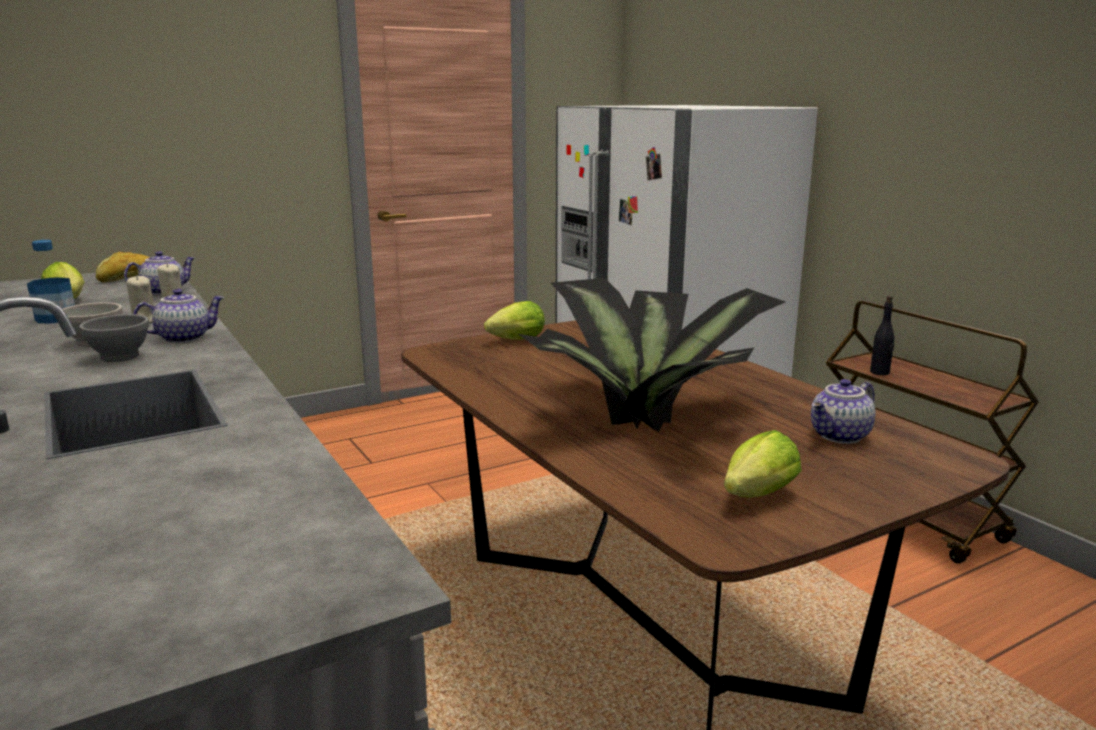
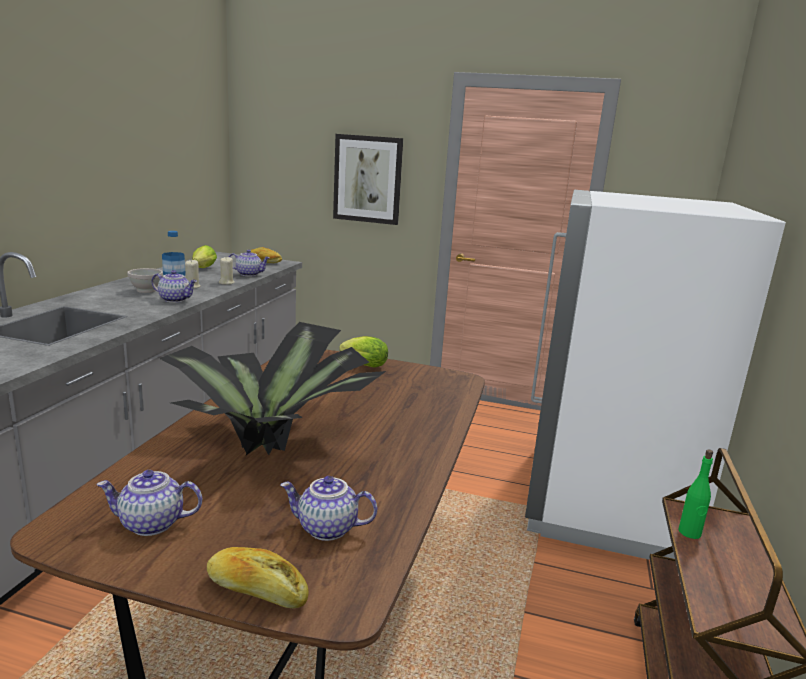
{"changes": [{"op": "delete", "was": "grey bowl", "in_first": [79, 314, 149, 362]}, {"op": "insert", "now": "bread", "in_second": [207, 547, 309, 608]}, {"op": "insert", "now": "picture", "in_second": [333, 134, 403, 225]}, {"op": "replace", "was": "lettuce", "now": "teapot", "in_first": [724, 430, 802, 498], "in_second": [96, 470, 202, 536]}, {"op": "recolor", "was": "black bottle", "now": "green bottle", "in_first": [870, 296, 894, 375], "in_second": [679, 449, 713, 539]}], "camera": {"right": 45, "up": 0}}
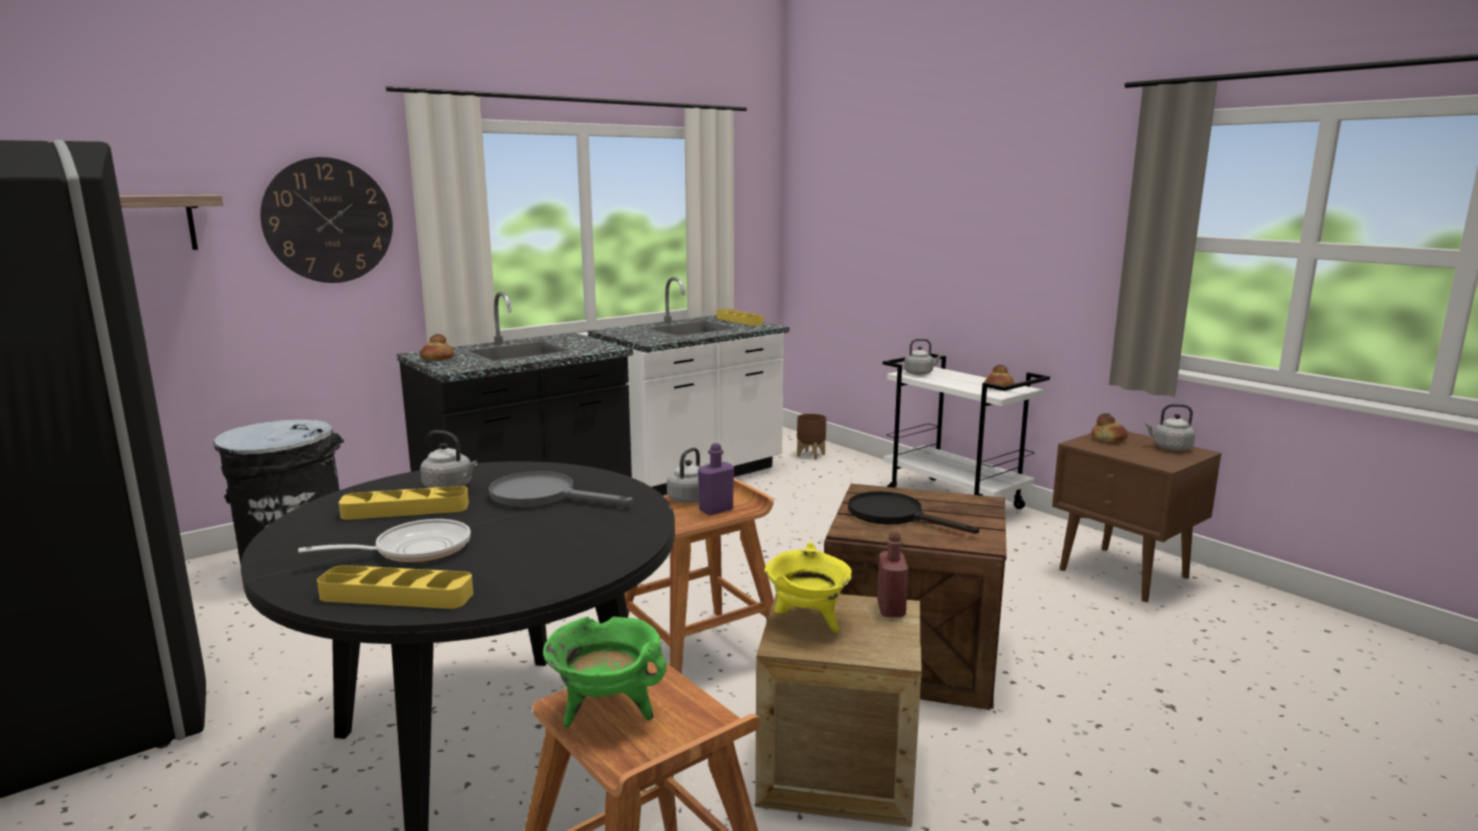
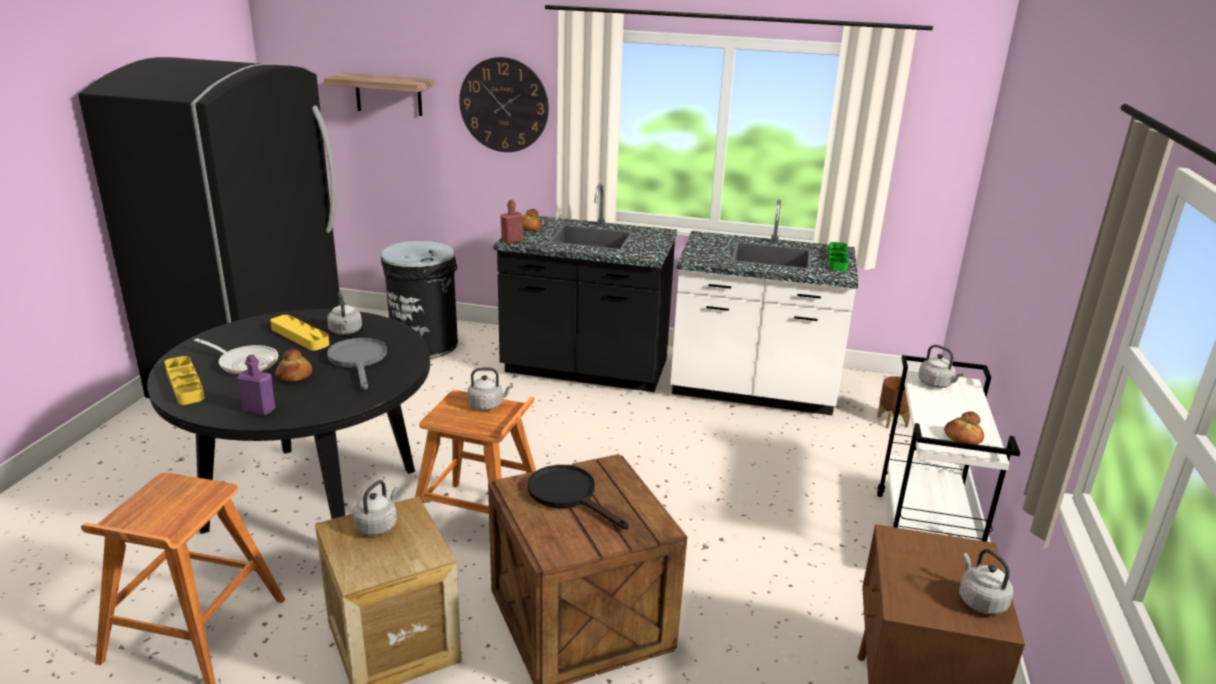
{"changes": [{"op": "delete", "was": "green cooking pot", "in_first": [543, 616, 666, 728]}, {"op": "move", "was": "purple bottle", "in_first": [698, 443, 734, 515], "in_second": [237, 355, 275, 416]}, {"op": "move", "was": "red bottle", "in_first": [877, 532, 908, 617], "in_second": [500, 200, 523, 244]}, {"op": "move", "was": "bread", "in_first": [1091, 413, 1128, 442], "in_second": [275, 349, 312, 381]}, {"op": "replace", "was": "yellow cooking pot", "now": "grey kettle", "in_first": [764, 542, 852, 632], "in_second": [353, 480, 398, 536]}, {"op": "recolor", "was": "yellow tray", "now": "green tray", "in_first": [716, 309, 763, 326], "in_second": [828, 242, 849, 272]}, {"op": "rotate", "was": "black frying pan", "in_first": [848, 491, 979, 534], "in_second": [528, 465, 629, 529], "clockwise": -45}], "camera": {"right": 50, "up": 10}}
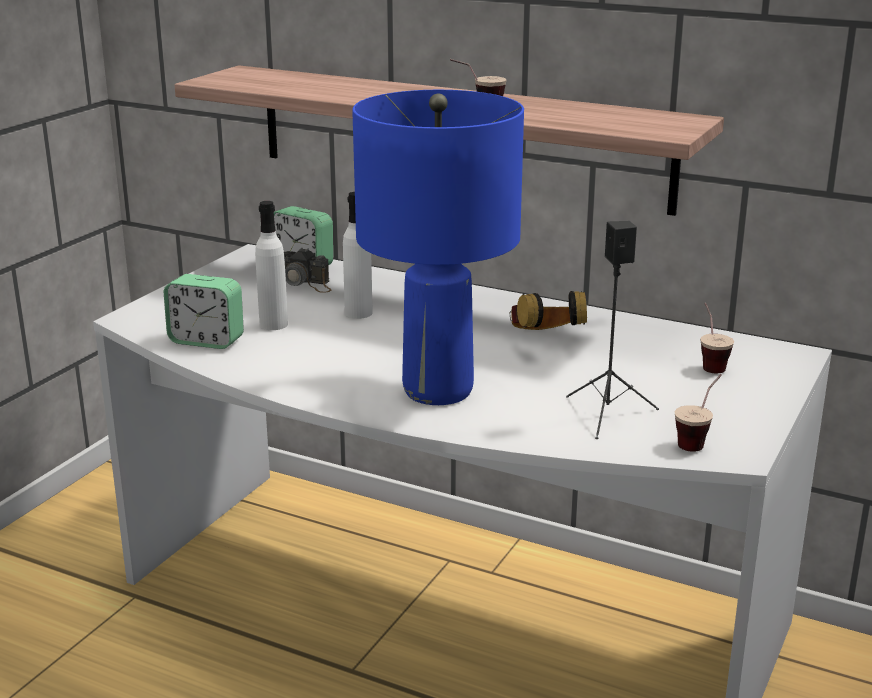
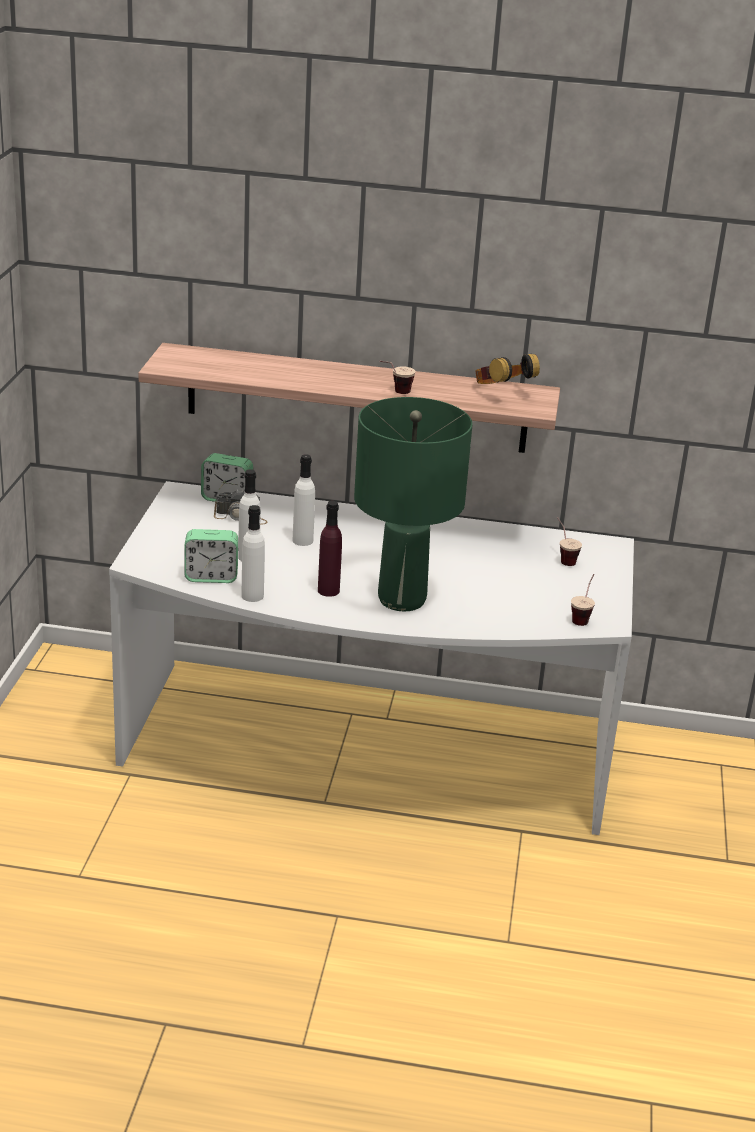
{"changes": [{"op": "delete", "was": "black speaker", "in_first": [566, 221, 659, 439]}, {"op": "insert", "now": "white bottle", "in_second": [241, 505, 265, 602]}, {"op": "insert", "now": "purple bottle", "in_second": [318, 501, 342, 597]}, {"op": "move", "was": "headphones", "in_first": [510, 291, 587, 330], "in_second": [475, 353, 540, 384]}, {"op": "recolor", "was": "blue table lamp", "now": "green table lamp", "in_first": [352, 90, 524, 405], "in_second": [354, 397, 472, 611]}], "camera": {"right": -20, "up": 5}}
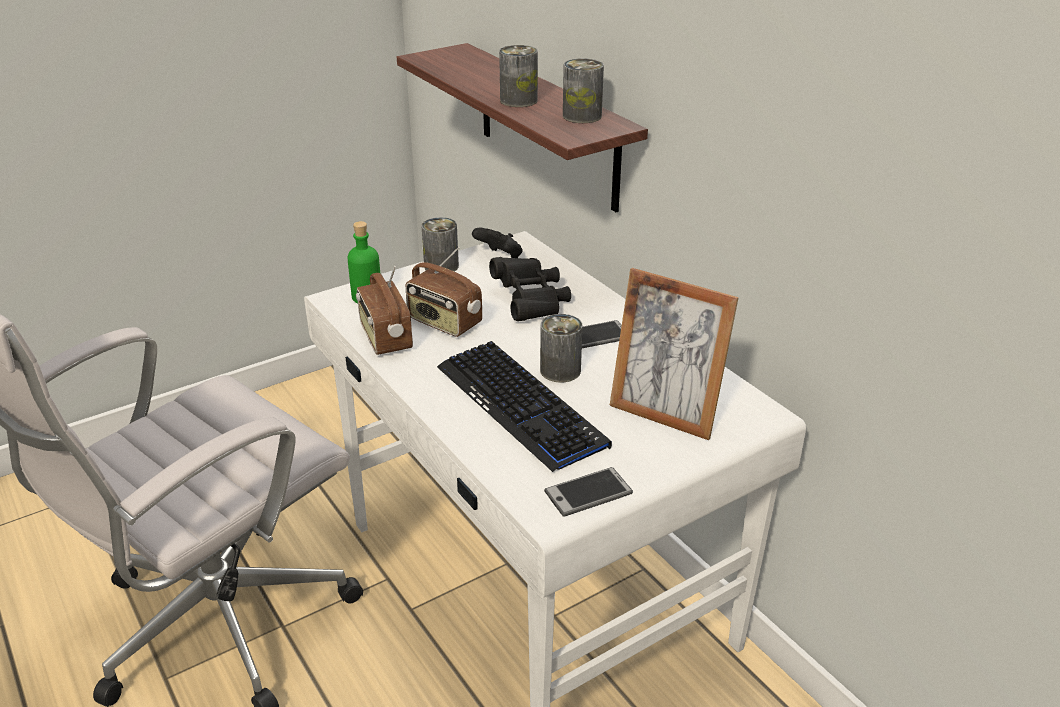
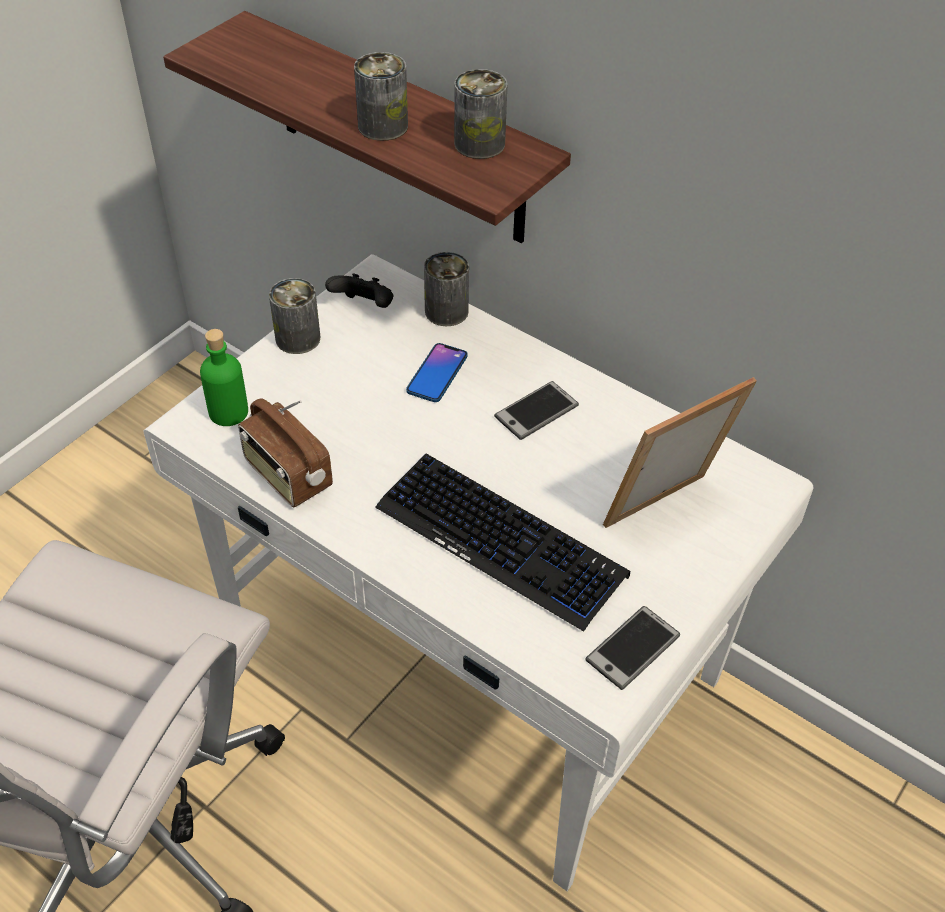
{"changes": [{"op": "delete", "was": "radio", "in_first": [406, 246, 482, 337]}, {"op": "move", "was": "can", "in_first": [540, 314, 582, 382], "in_second": [424, 252, 469, 326]}, {"op": "replace", "was": "black binoculars", "now": "phone", "in_first": [489, 257, 571, 321], "in_second": [406, 343, 468, 402]}, {"op": "rotate", "was": "picture frame", "in_first": [609, 268, 739, 440], "in_second": [603, 377, 757, 528], "clockwise": 135}], "camera": {"right": -20, "up": 15}}
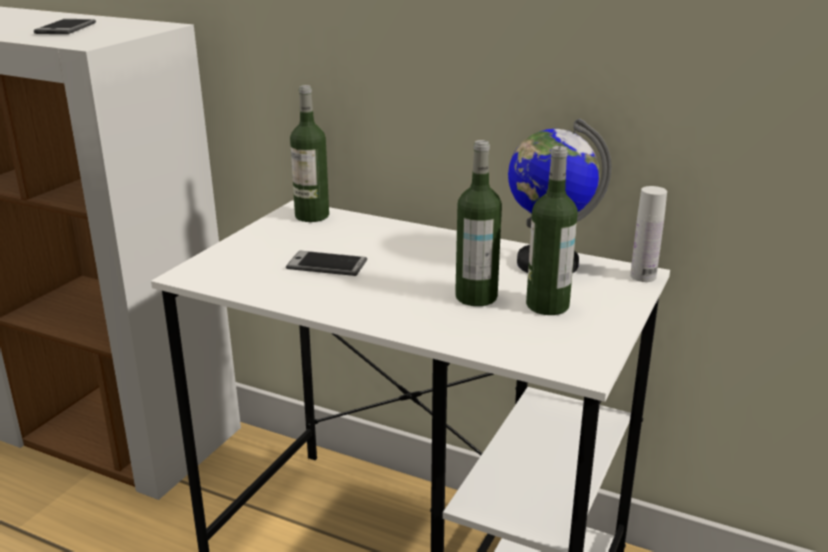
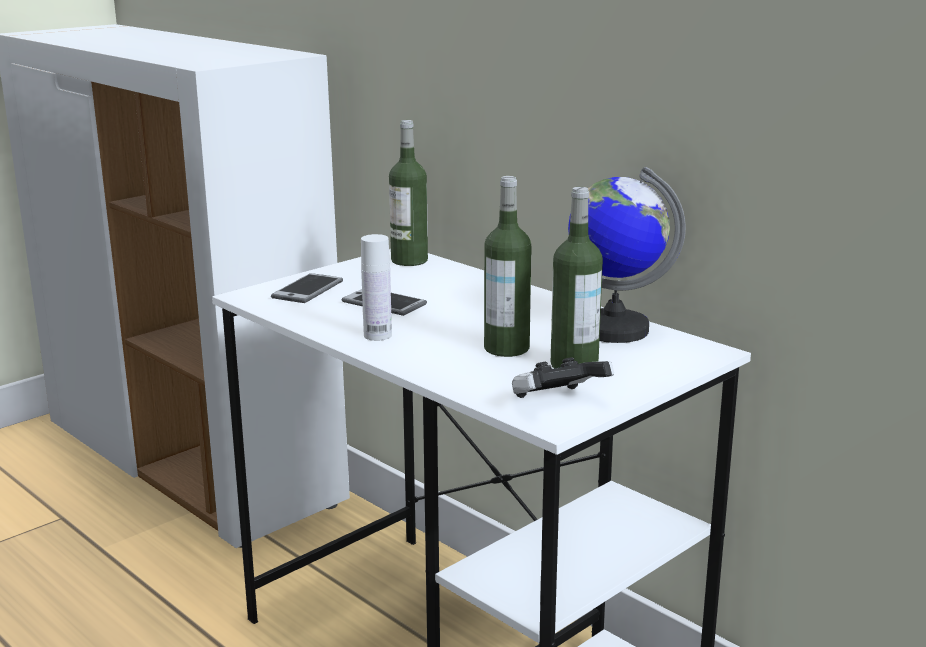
{"changes": [{"op": "insert", "now": "game controller", "in_second": [512, 357, 614, 398]}, {"op": "move", "was": "phone", "in_first": [34, 19, 96, 34], "in_second": [271, 273, 343, 303]}, {"op": "move", "was": "white bottle", "in_first": [630, 186, 667, 282], "in_second": [361, 234, 392, 341]}], "camera": {"right": 20, "up": -5}}
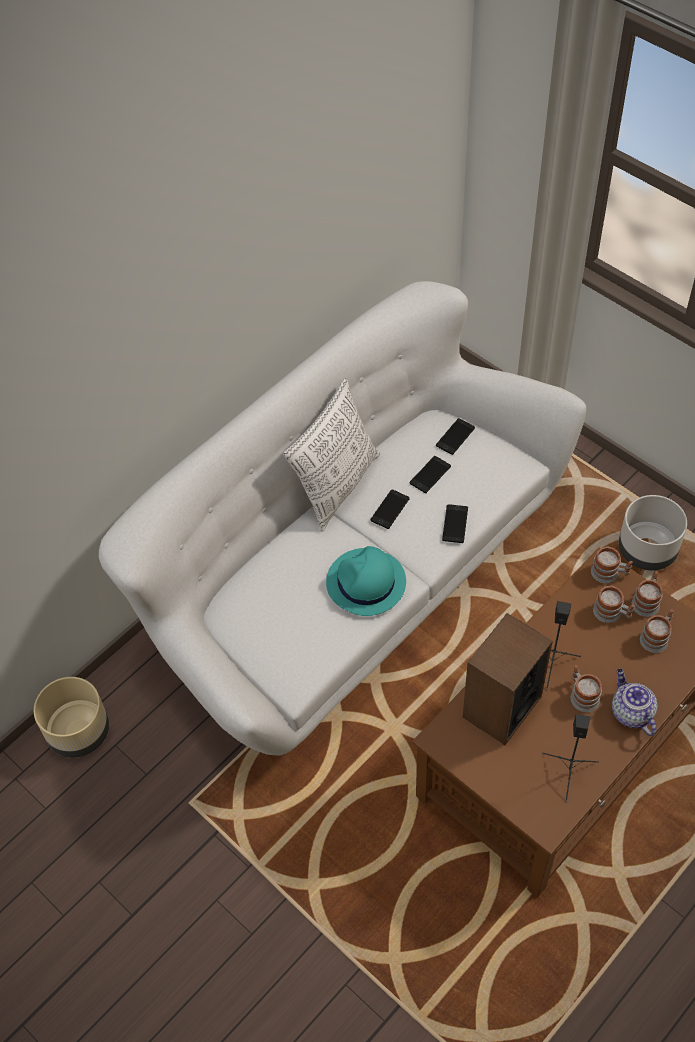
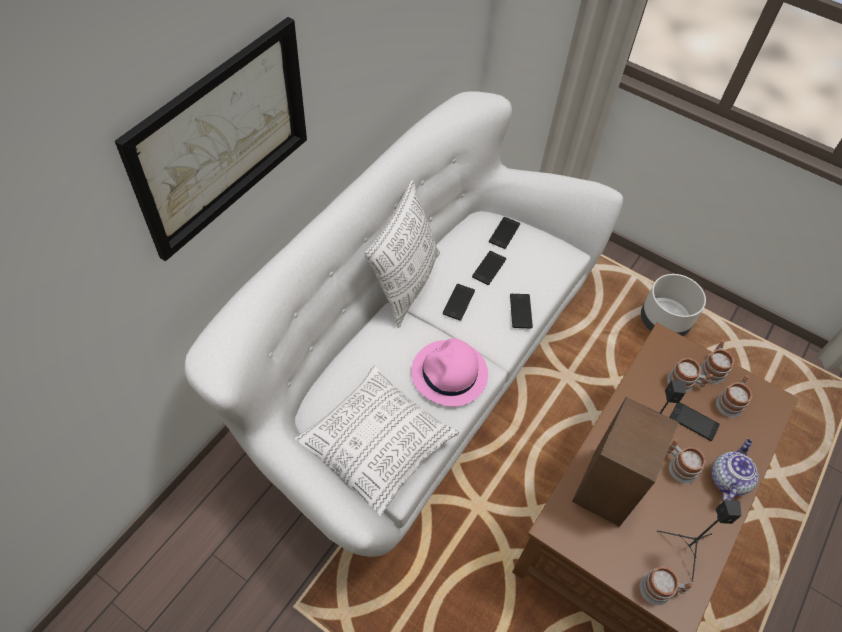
{"changes": [{"op": "delete", "was": "beige planter", "in_first": [34, 677, 109, 758]}, {"op": "insert", "now": "picture", "in_second": [115, 17, 307, 261]}, {"op": "insert", "now": "pillow", "in_second": [294, 365, 459, 517]}, {"op": "insert", "now": "phone", "in_second": [669, 402, 720, 441]}, {"op": "move", "was": "mug", "in_first": [591, 547, 633, 583], "in_second": [640, 566, 693, 605]}, {"op": "recolor", "was": "turquoise hat", "now": "pink hat", "in_first": [326, 546, 406, 616], "in_second": [411, 338, 488, 407]}, {"op": "rotate", "was": "teapot", "in_first": [612, 669, 658, 736], "in_second": [711, 439, 759, 501], "clockwise": 60}], "camera": {"right": -15, "up": 0}}
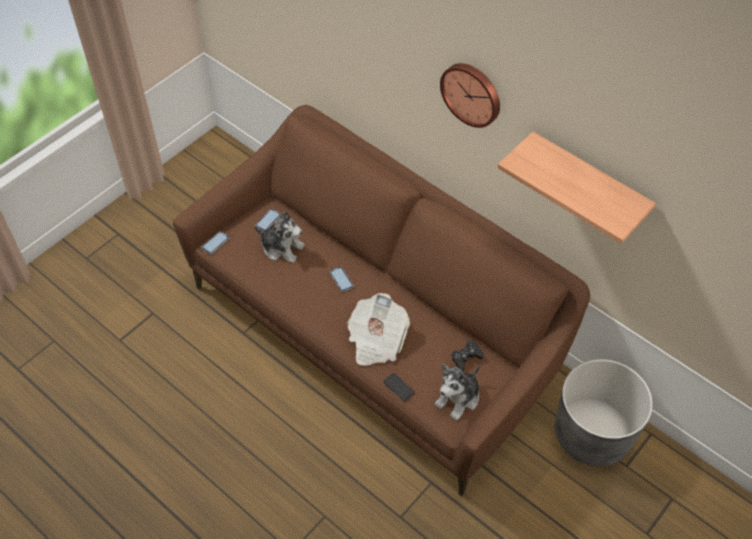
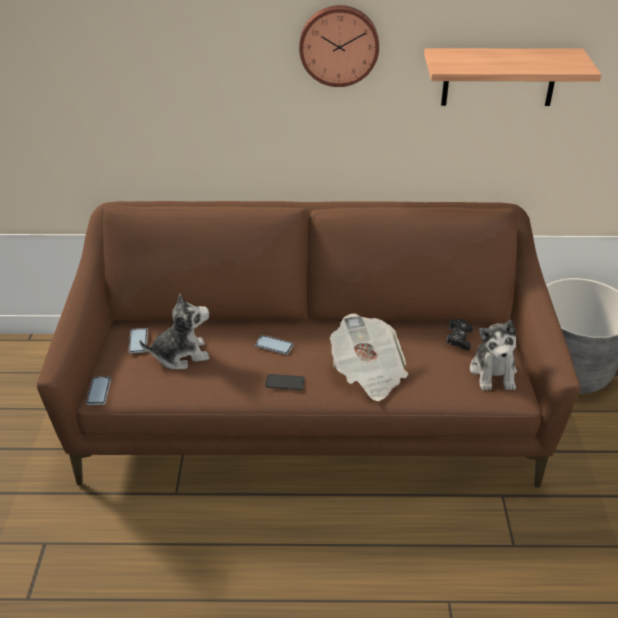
{"changes": [{"op": "move", "was": "phone", "in_first": [384, 373, 414, 401], "in_second": [265, 374, 305, 390]}], "camera": {"right": -40, "up": -15}}
